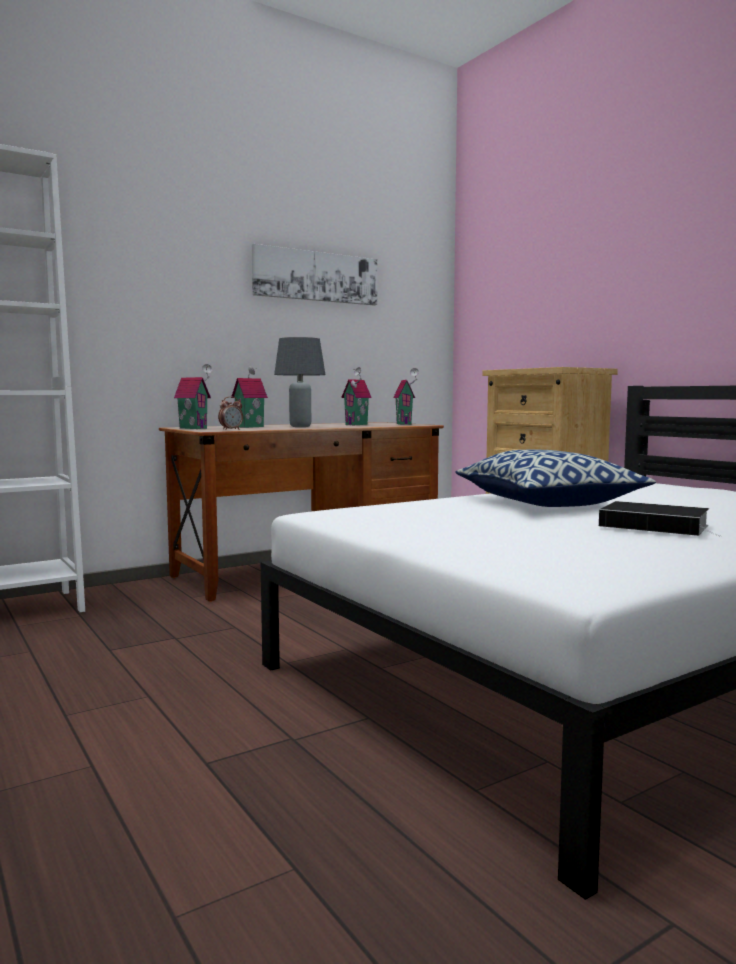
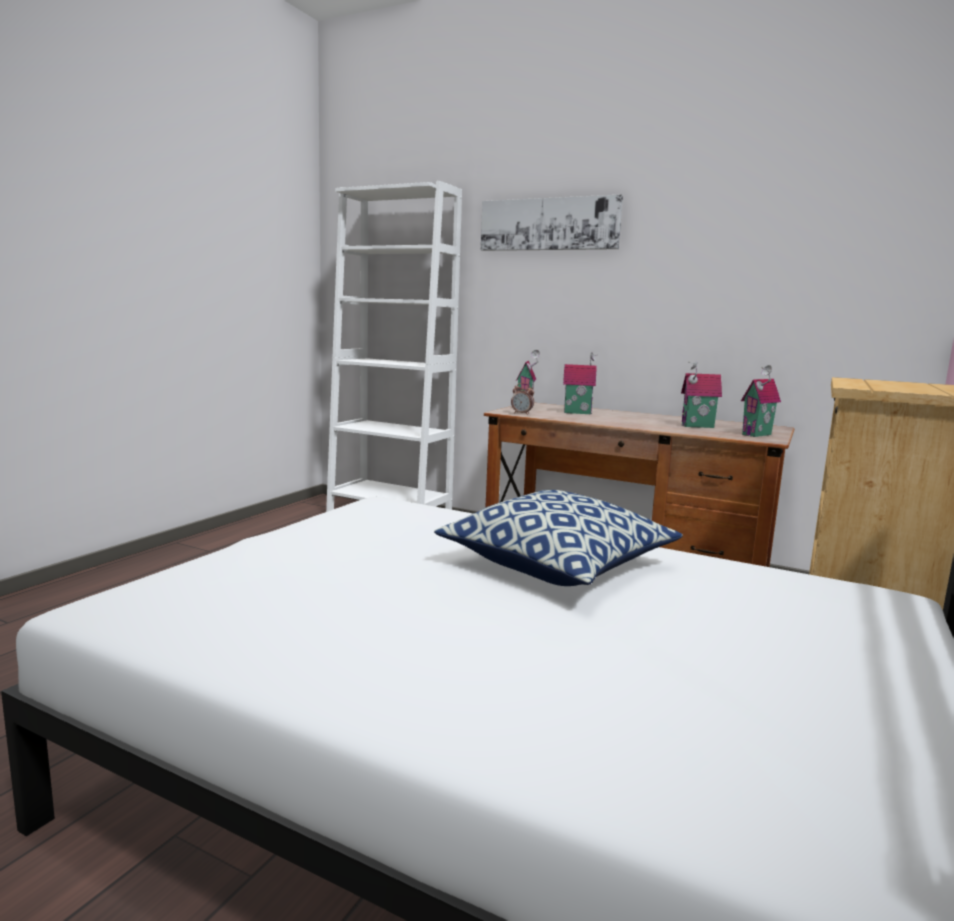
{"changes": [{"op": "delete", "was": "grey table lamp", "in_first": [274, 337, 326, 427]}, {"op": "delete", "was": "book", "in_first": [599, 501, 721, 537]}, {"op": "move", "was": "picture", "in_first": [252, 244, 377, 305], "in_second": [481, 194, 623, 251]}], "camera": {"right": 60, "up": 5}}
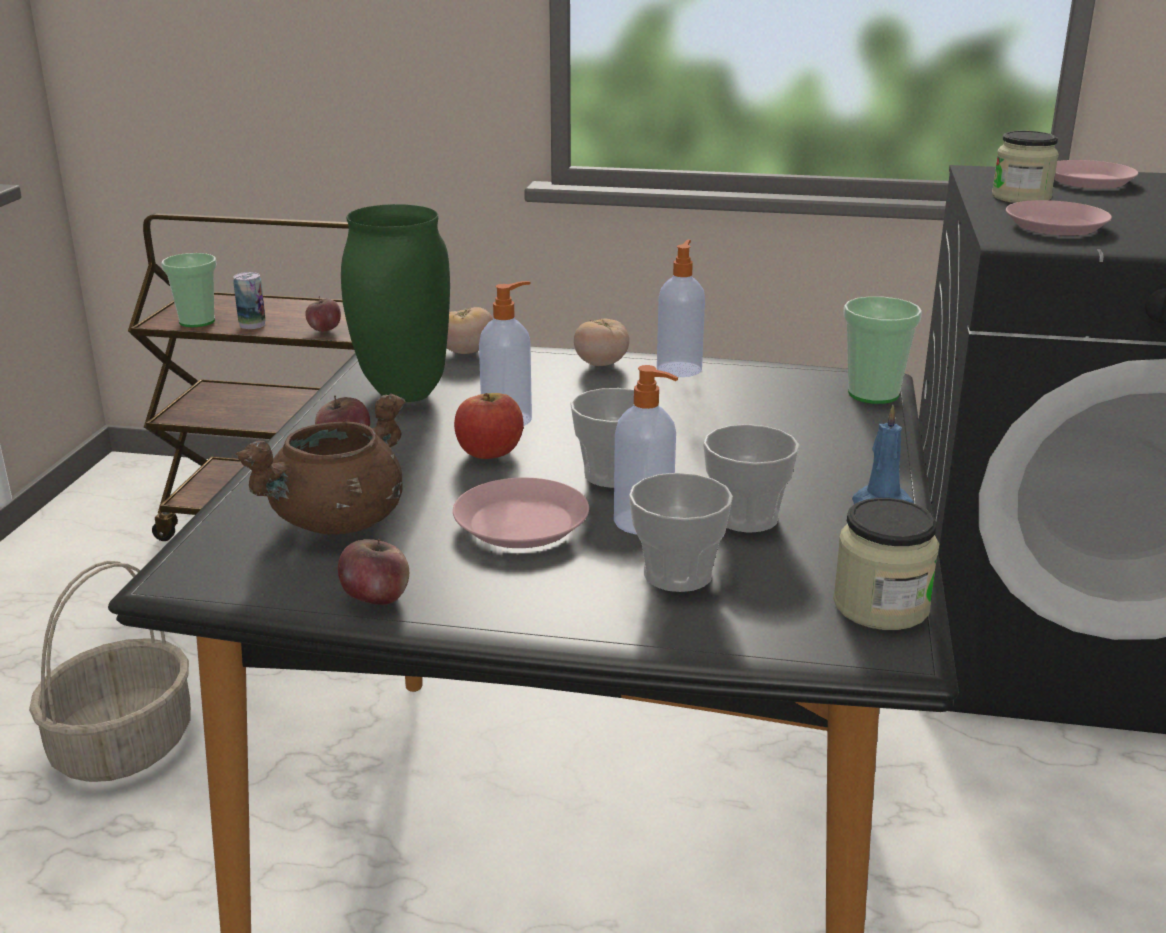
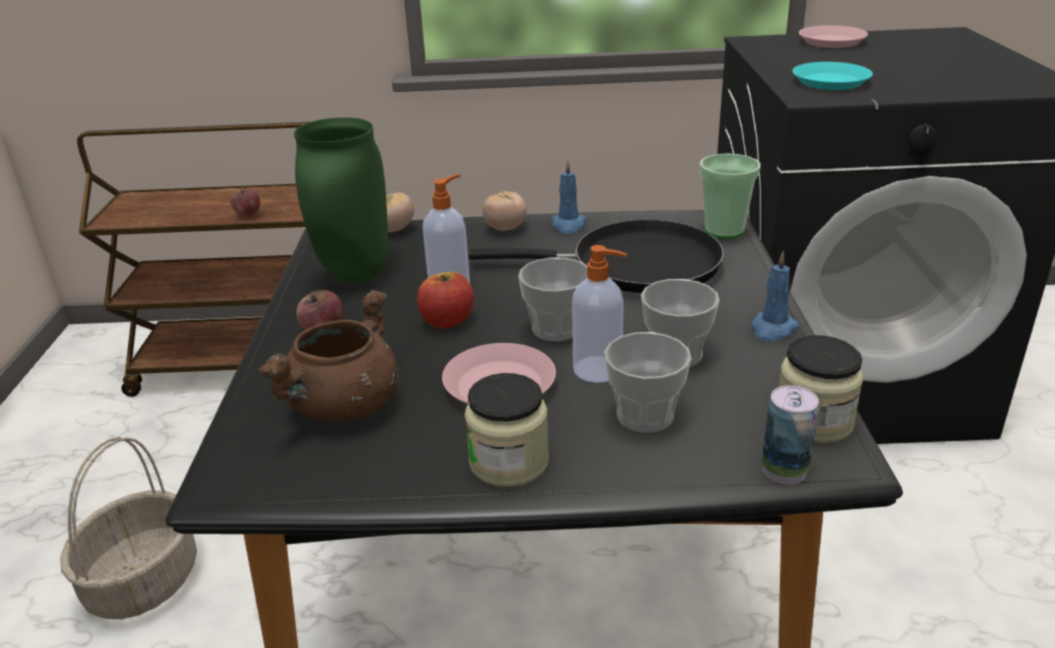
{"changes": [{"op": "delete", "was": "cup", "in_first": [161, 253, 216, 327]}, {"op": "delete", "was": "apple", "in_first": [338, 539, 409, 605]}, {"op": "insert", "now": "black frying pan", "in_second": [469, 220, 724, 293]}, {"op": "move", "was": "can", "in_first": [233, 272, 266, 329], "in_second": [762, 385, 819, 484]}, {"op": "move", "was": "jar", "in_first": [992, 131, 1059, 203], "in_second": [465, 373, 549, 487]}, {"op": "replace", "was": "soap dispenser", "now": "blue candle", "in_first": [657, 240, 705, 377], "in_second": [552, 160, 586, 234]}, {"op": "recolor", "was": "pink plate", "now": "turquoise plate", "in_first": [1006, 200, 1112, 236], "in_second": [792, 62, 873, 90]}], "camera": {"right": -10, "up": 5}}
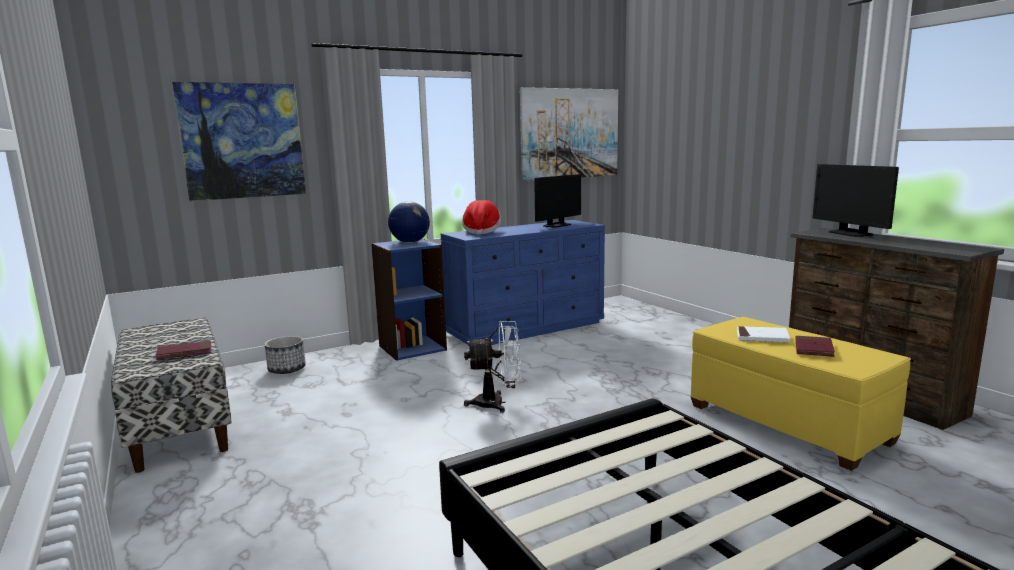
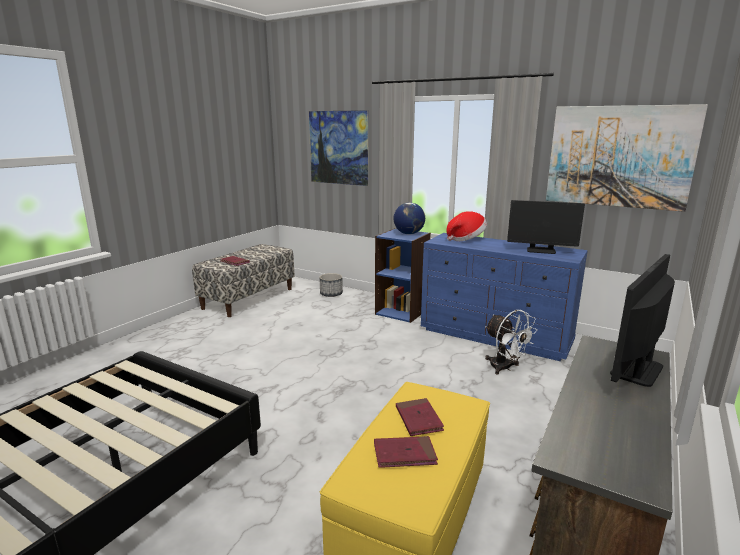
{"changes": [{"op": "move", "was": "white fan", "in_first": [464, 321, 521, 413], "in_second": [485, 310, 537, 375]}, {"op": "recolor", "was": "white book", "now": "red book", "in_first": [737, 326, 790, 343], "in_second": [396, 398, 444, 436]}], "camera": {"right": 60, "up": 5}}
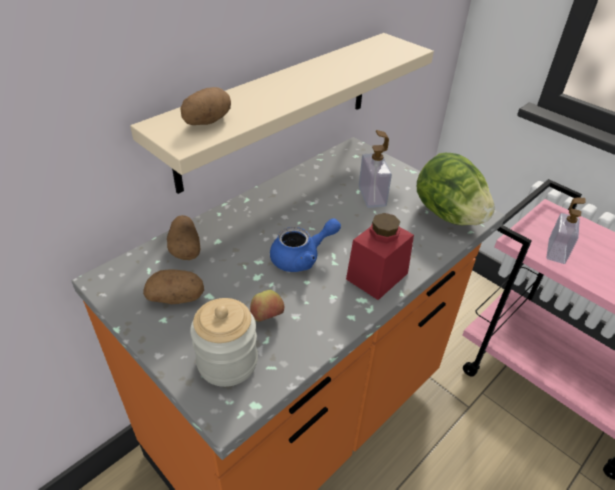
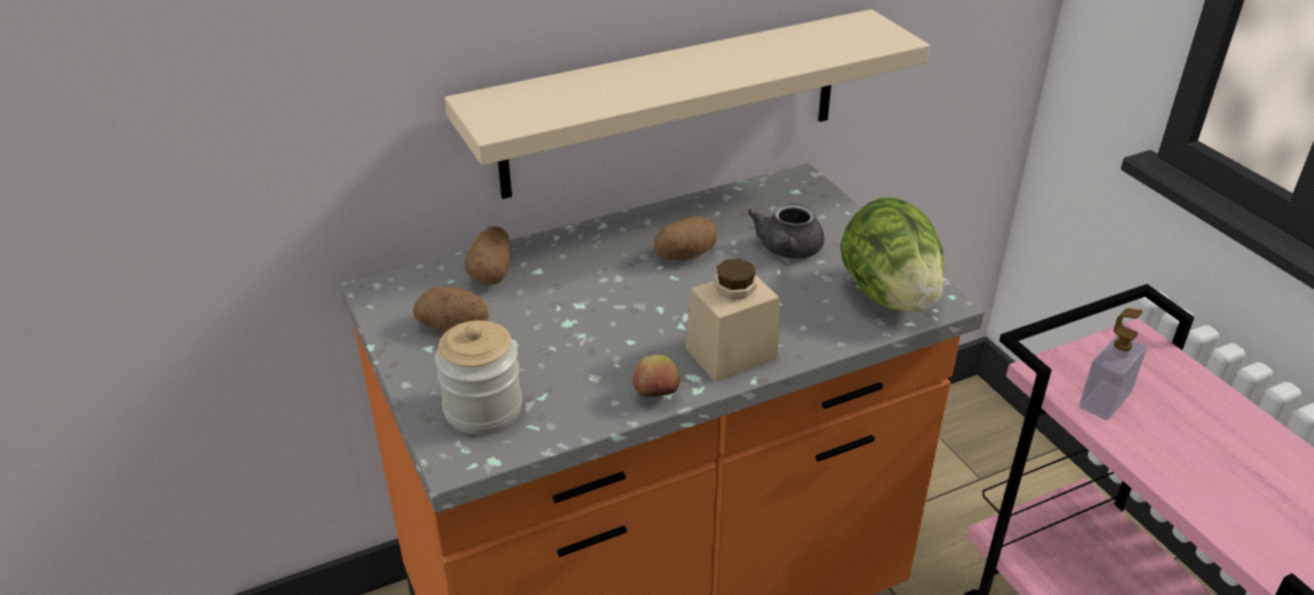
{"changes": [{"op": "delete", "was": "blue teapot", "in_first": [270, 218, 341, 272]}, {"op": "move", "was": "potato", "in_first": [180, 87, 231, 125], "in_second": [654, 216, 717, 260]}, {"op": "move", "was": "apple", "in_first": [250, 290, 284, 322], "in_second": [633, 355, 680, 397]}, {"op": "replace", "was": "soap dispenser", "now": "grey teapot", "in_first": [359, 130, 392, 208], "in_second": [747, 202, 824, 259]}, {"op": "recolor", "was": "red jar", "now": "beige jar", "in_first": [346, 213, 414, 300], "in_second": [686, 259, 780, 382]}], "camera": {"right": 20, "up": -5}}
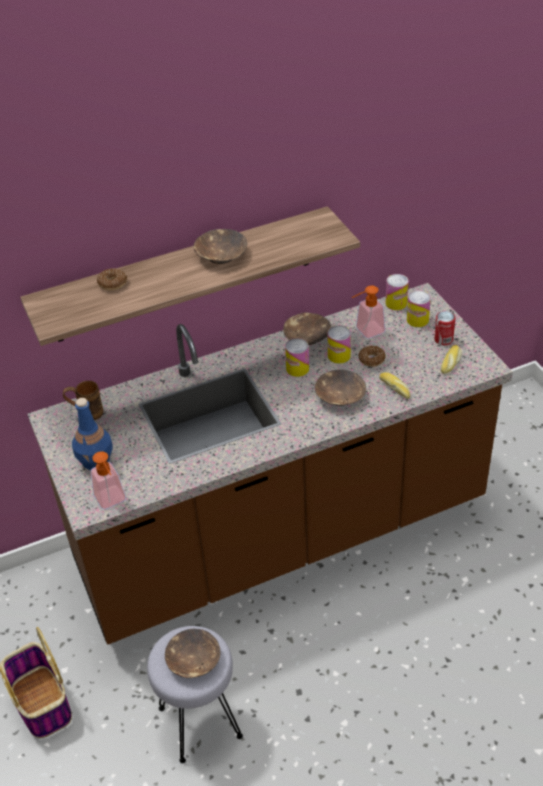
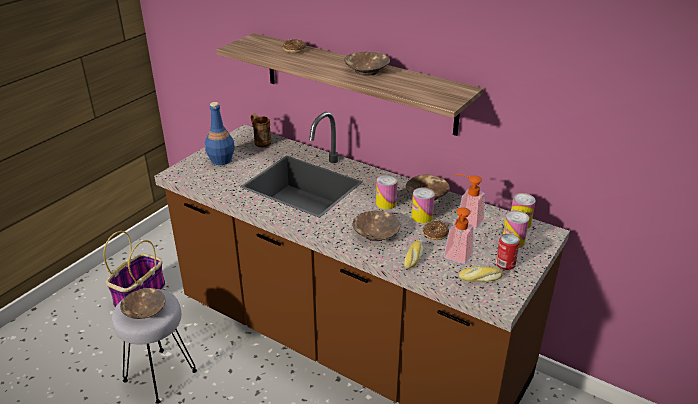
{"changes": [{"op": "move", "was": "soap dispenser", "in_first": [91, 451, 126, 510], "in_second": [444, 207, 474, 264]}], "camera": {"right": 55, "up": -10}}
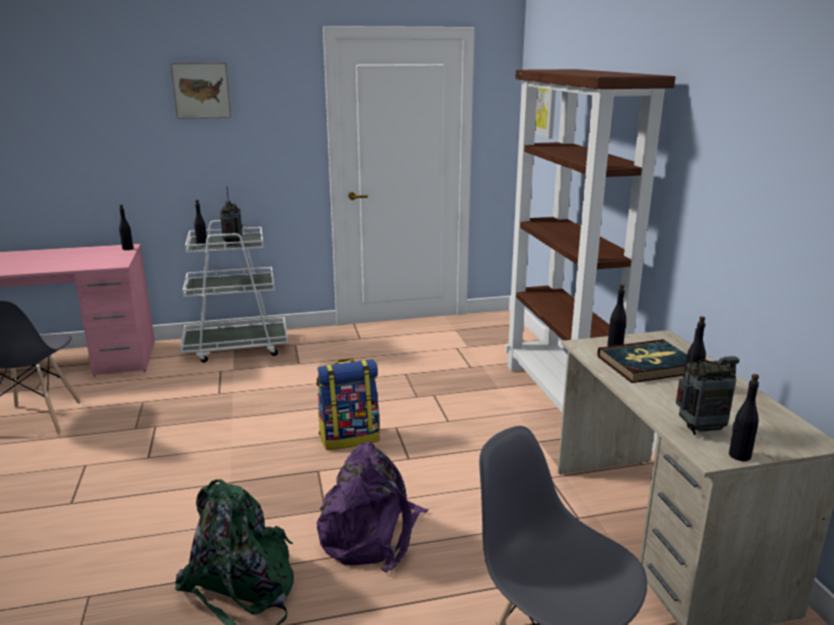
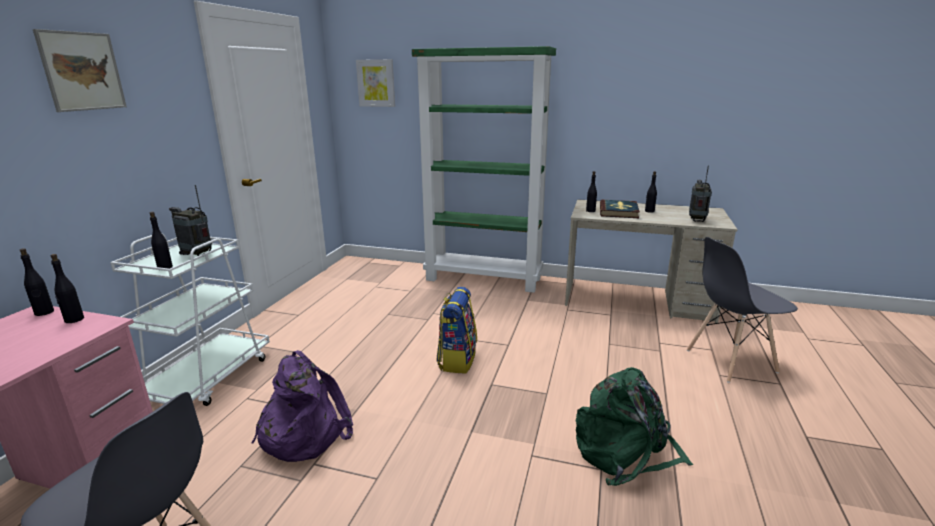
{"changes": [{"op": "move", "was": "purple backpack", "in_first": [317, 442, 428, 573], "in_second": [252, 350, 353, 462]}, {"op": "move", "was": "black bottle", "in_first": [729, 374, 759, 461], "in_second": [50, 254, 84, 323]}, {"op": "recolor", "was": "brown bookcase", "now": "green bookcase", "in_first": [505, 69, 675, 412], "in_second": [412, 46, 556, 293]}], "camera": {"right": -60, "up": 0}}
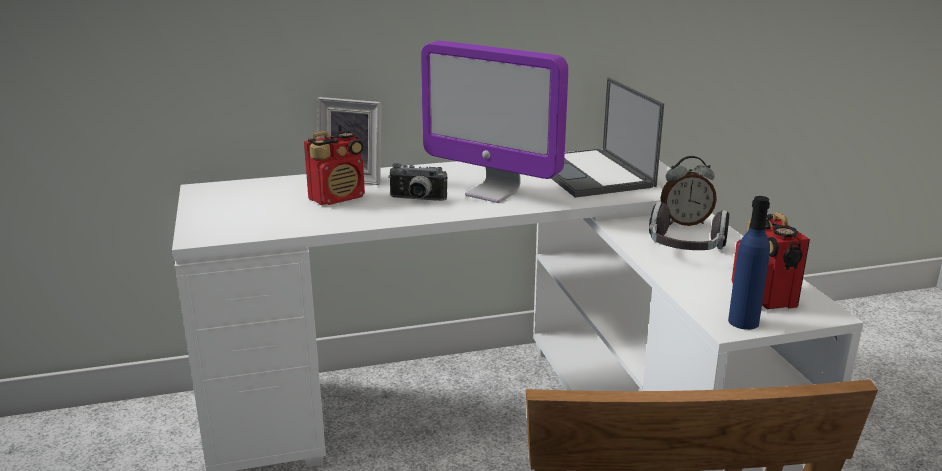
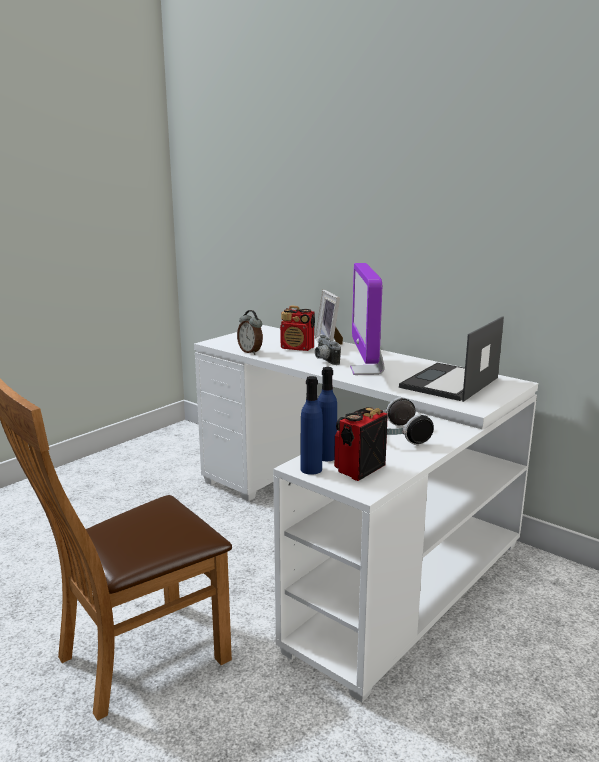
{"changes": [{"op": "insert", "now": "blue bottle", "in_second": [317, 367, 337, 461]}, {"op": "move", "was": "alarm clock", "in_first": [661, 156, 717, 226], "in_second": [237, 310, 263, 355]}], "camera": {"right": 55, "up": -5}}
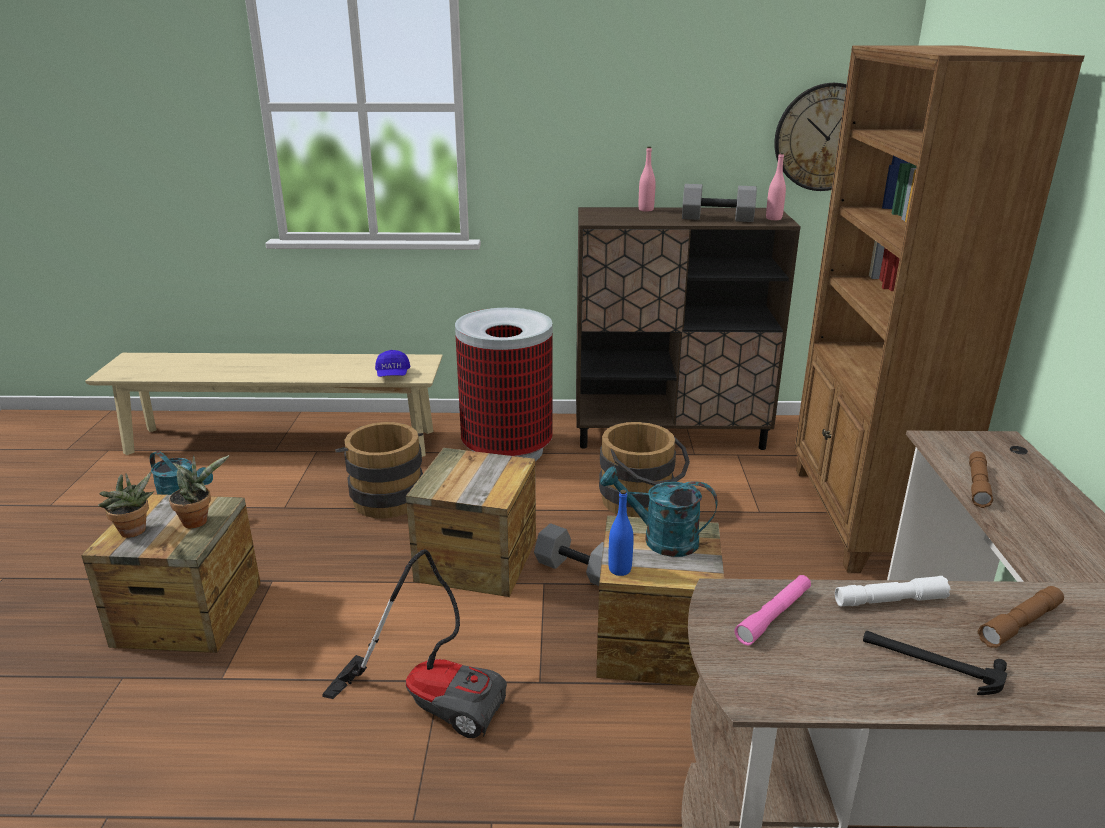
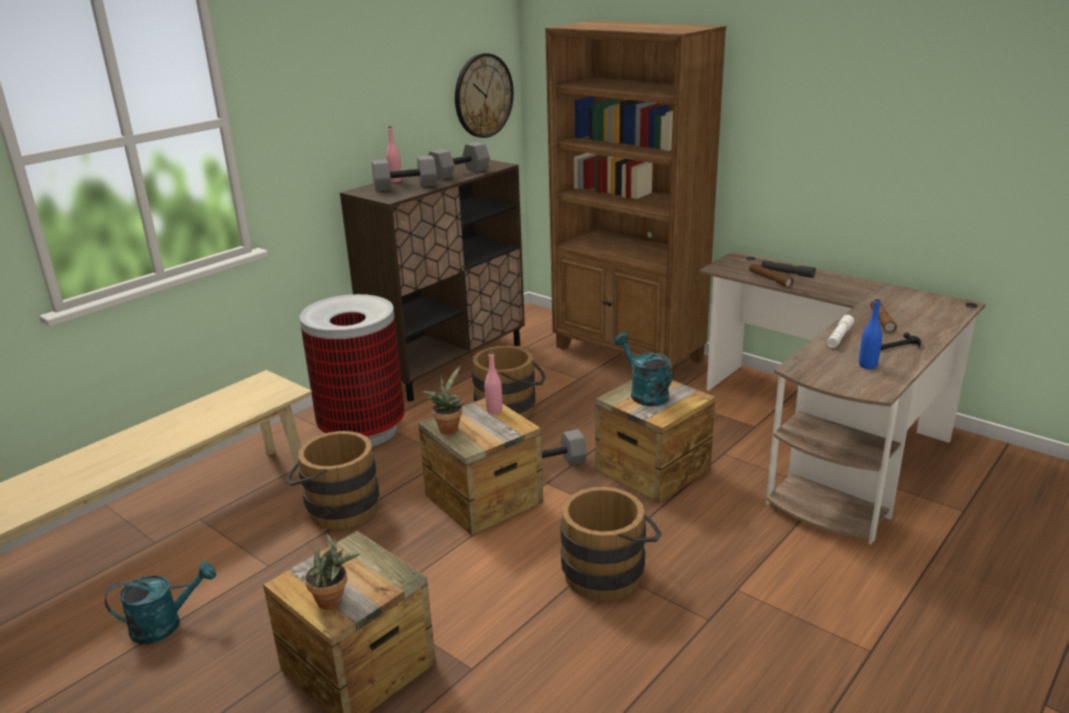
{"changes": [{"op": "delete", "was": "blue cap", "in_first": [375, 350, 410, 377]}, {"op": "delete", "was": "pink flashlight", "in_first": [735, 575, 811, 645]}, {"op": "insert", "now": "grey dumbbell", "in_second": [371, 155, 437, 191]}, {"op": "insert", "now": "grey flashlight", "in_second": [761, 260, 816, 278]}, {"op": "move", "was": "potted plant", "in_first": [169, 455, 230, 528], "in_second": [422, 365, 465, 434]}, {"op": "move", "was": "blue bottle", "in_first": [608, 490, 634, 576], "in_second": [859, 299, 882, 369]}, {"op": "move", "was": "pink bottle", "in_first": [766, 153, 786, 220], "in_second": [485, 351, 502, 414]}, {"op": "replace", "was": "vacuum cleaner", "now": "brown bucket", "in_first": [322, 549, 507, 738], "in_second": [560, 487, 662, 601]}, {"op": "rotate", "was": "turquoise watering can", "in_first": [600, 466, 718, 557], "in_second": [614, 333, 673, 406], "clockwise": 90}], "camera": {"right": -50, "up": 0}}
